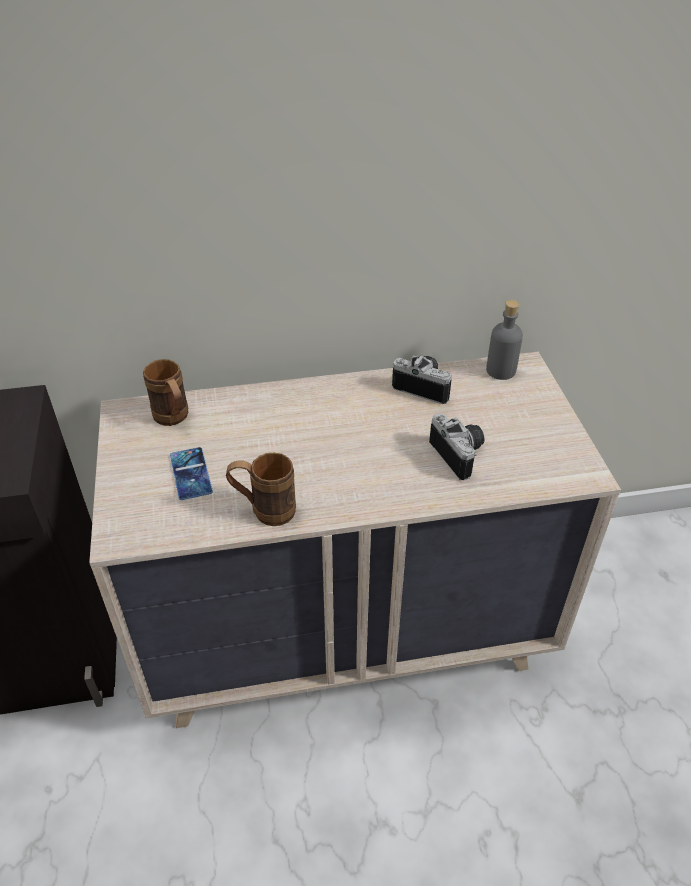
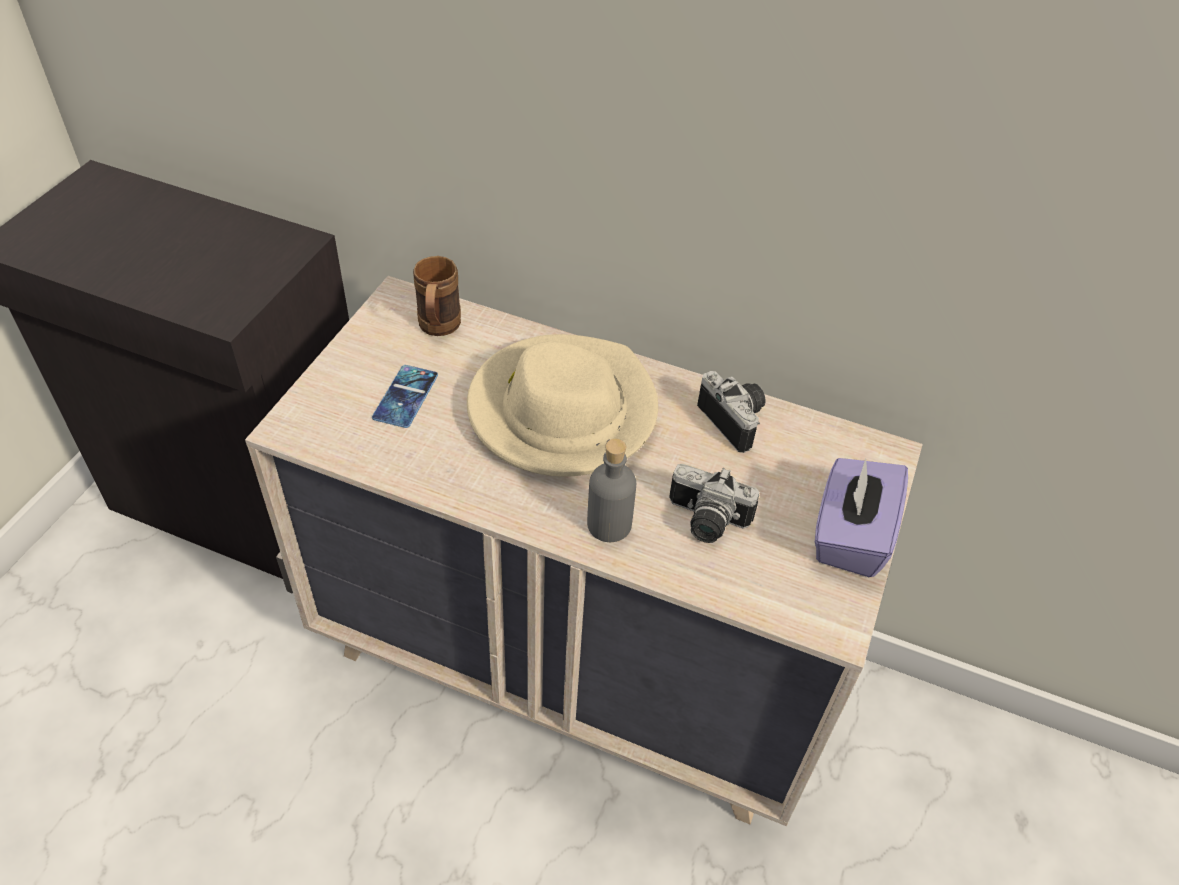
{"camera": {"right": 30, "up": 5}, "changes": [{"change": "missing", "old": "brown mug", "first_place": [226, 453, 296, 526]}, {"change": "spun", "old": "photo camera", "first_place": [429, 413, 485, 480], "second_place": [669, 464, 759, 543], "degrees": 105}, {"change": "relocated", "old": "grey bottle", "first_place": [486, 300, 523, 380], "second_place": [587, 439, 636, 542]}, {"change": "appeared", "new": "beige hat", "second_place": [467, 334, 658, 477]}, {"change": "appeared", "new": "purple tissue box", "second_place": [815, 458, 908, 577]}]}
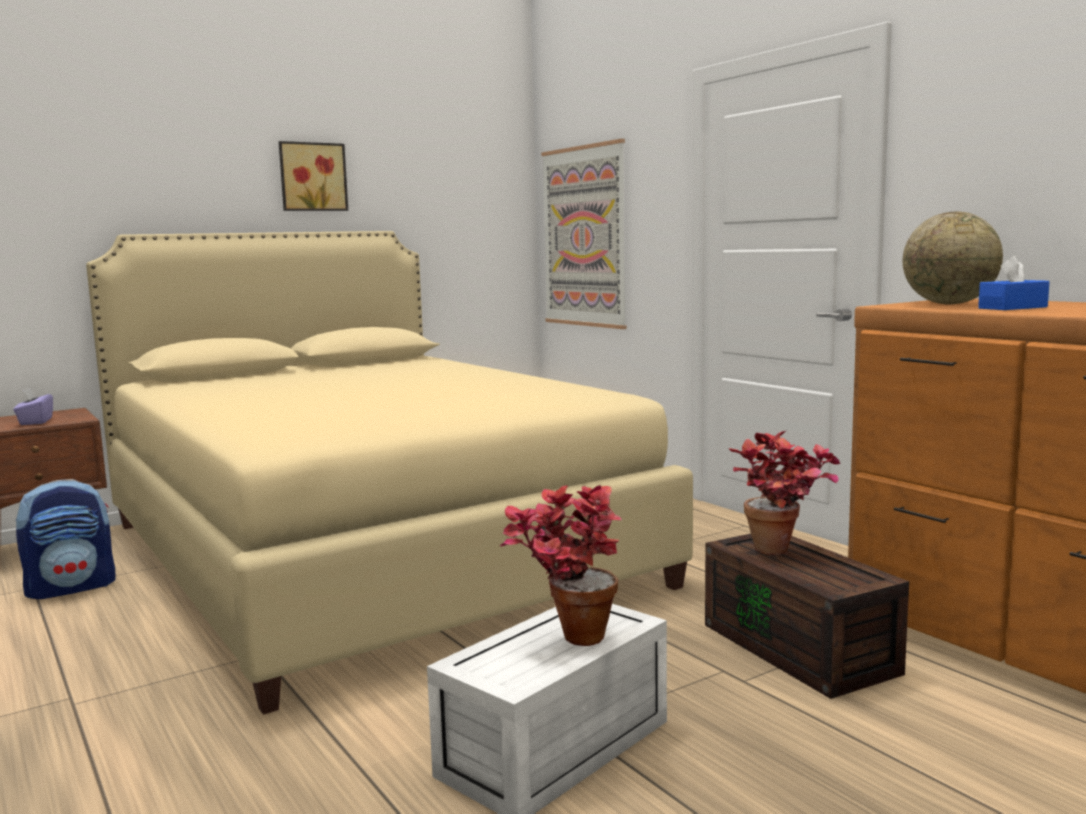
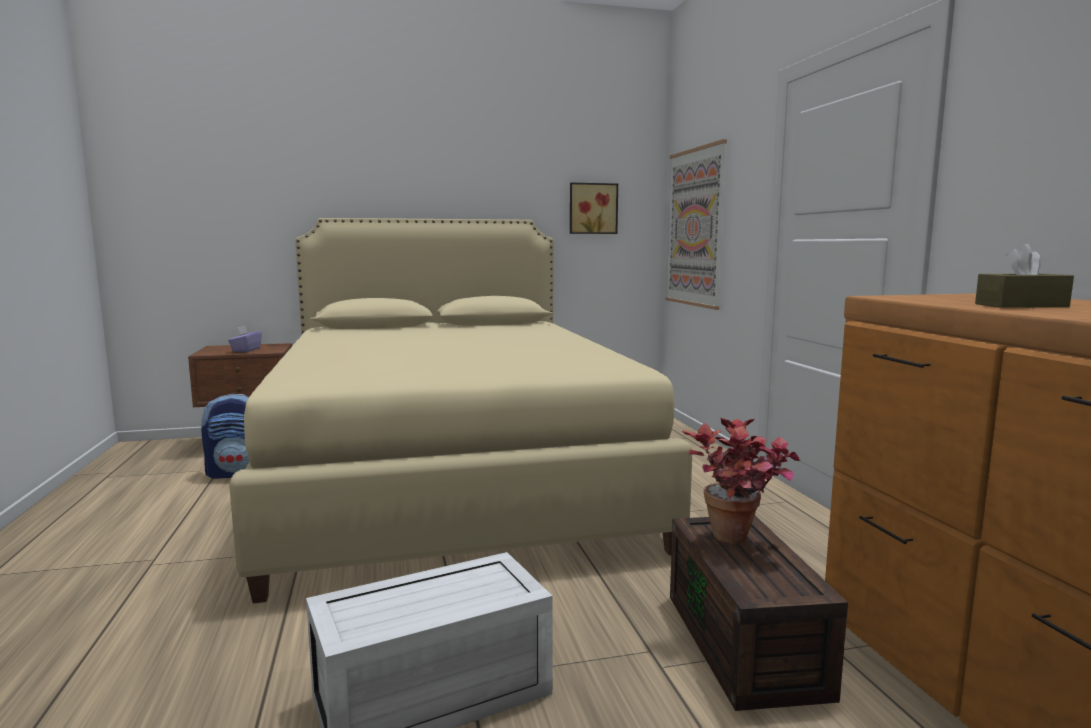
{"camera": {"right": 20, "up": 0}, "changes": [{"change": "relocated", "old": "picture", "first_place": [279, 141, 348, 211], "second_place": [570, 183, 618, 234]}, {"change": "missing", "old": "potted plant", "first_place": [500, 485, 621, 646]}, {"change": "missing", "old": "globe", "first_place": [903, 211, 1003, 304]}, {"change": "colour", "old": "blue tissue box", "new": "brown tissue box", "first_place": [978, 256, 1050, 310], "second_place": [975, 244, 1074, 308]}]}
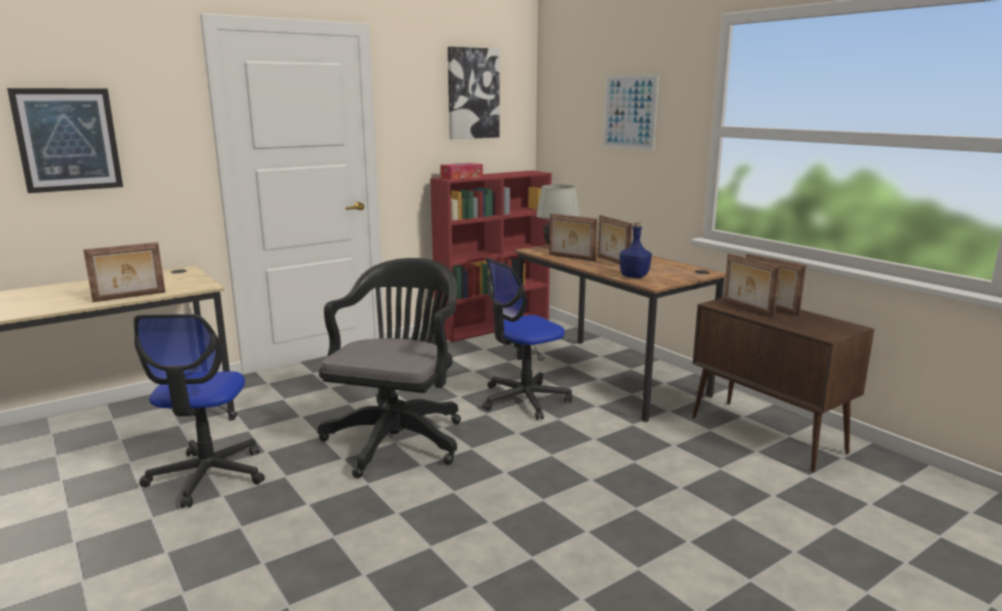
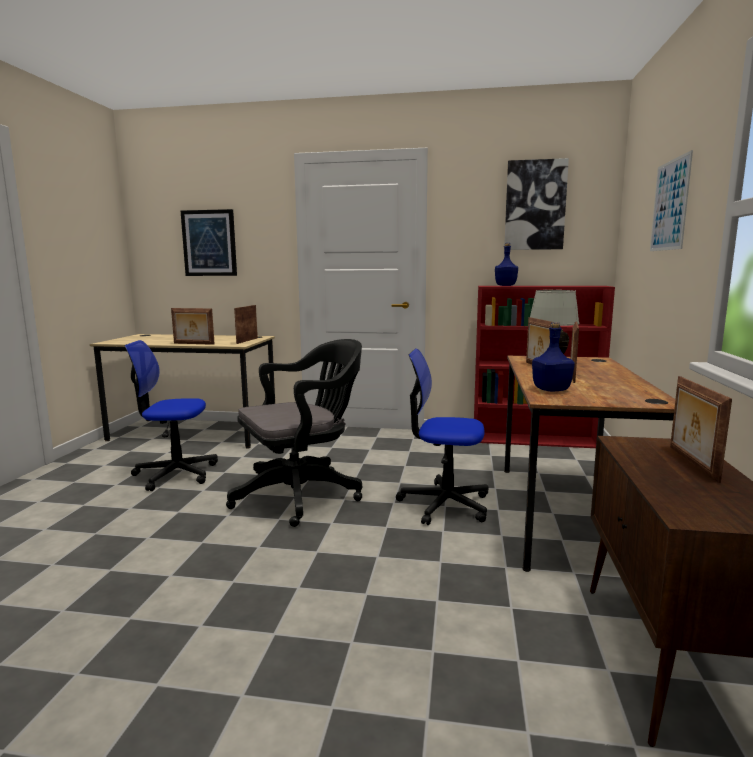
{"camera": {"right": 45, "up": -5}, "changes": [{"change": "spun", "old": "office chair", "first_place": [134, 314, 265, 508], "second_place": [125, 340, 218, 491], "degrees": 45}, {"change": "exchanged", "old": "tissue box", "new": "blue bottle", "first_place": [441, 163, 483, 180], "second_place": [495, 243, 518, 286]}, {"change": "relocated", "old": "picture frame", "first_place": [723, 253, 780, 317], "second_place": [234, 305, 258, 344]}]}
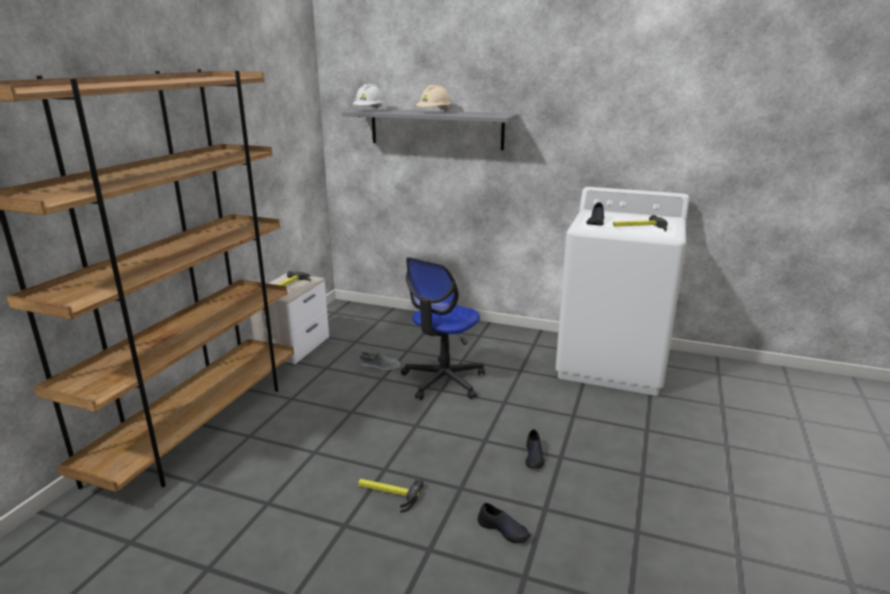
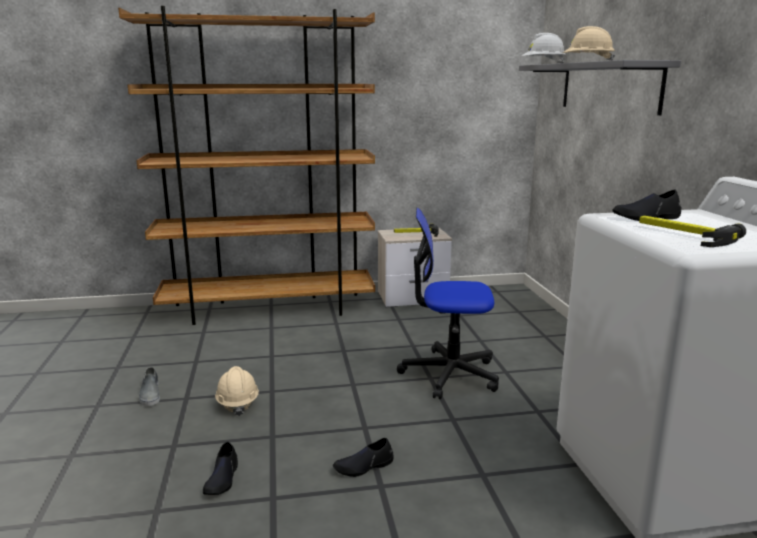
{"camera": {"right": 60, "up": -5}, "changes": [{"change": "exchanged", "old": "hammer", "new": "beige hard hat", "first_place": [358, 479, 424, 513], "second_place": [215, 366, 259, 416]}, {"change": "relocated", "old": "grey shoe", "first_place": [360, 352, 400, 370], "second_place": [139, 367, 160, 406]}]}
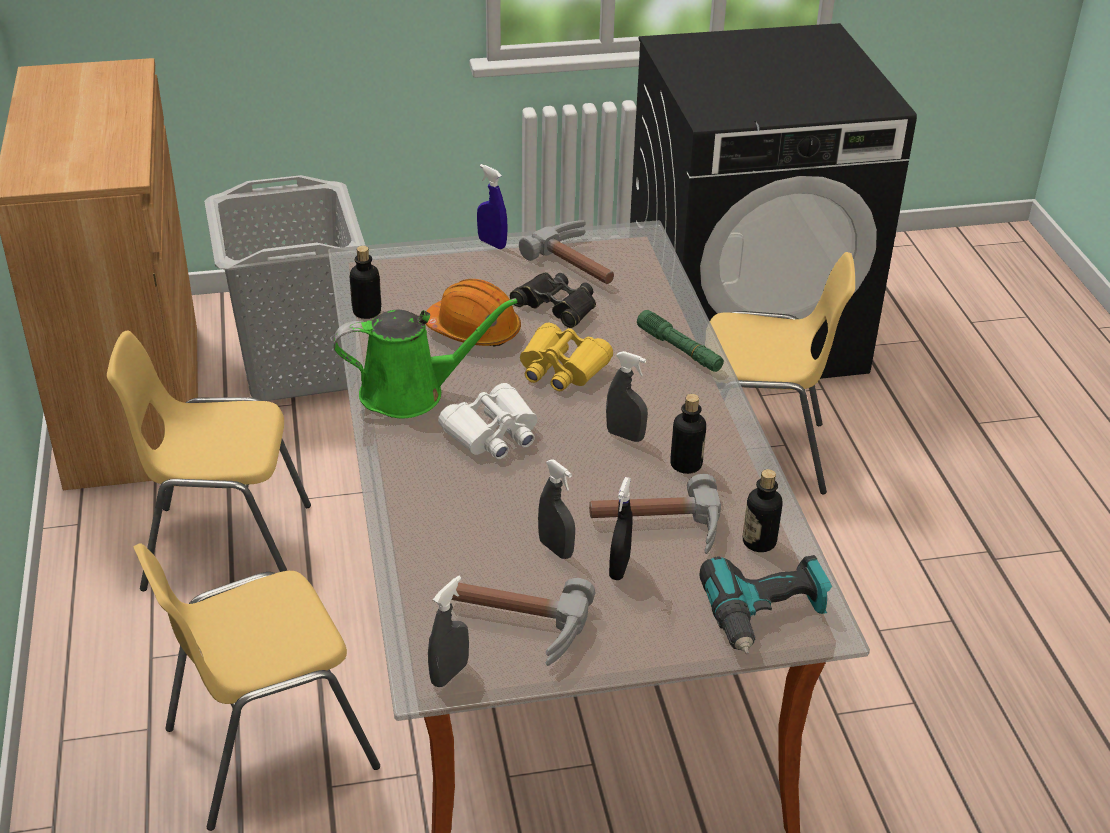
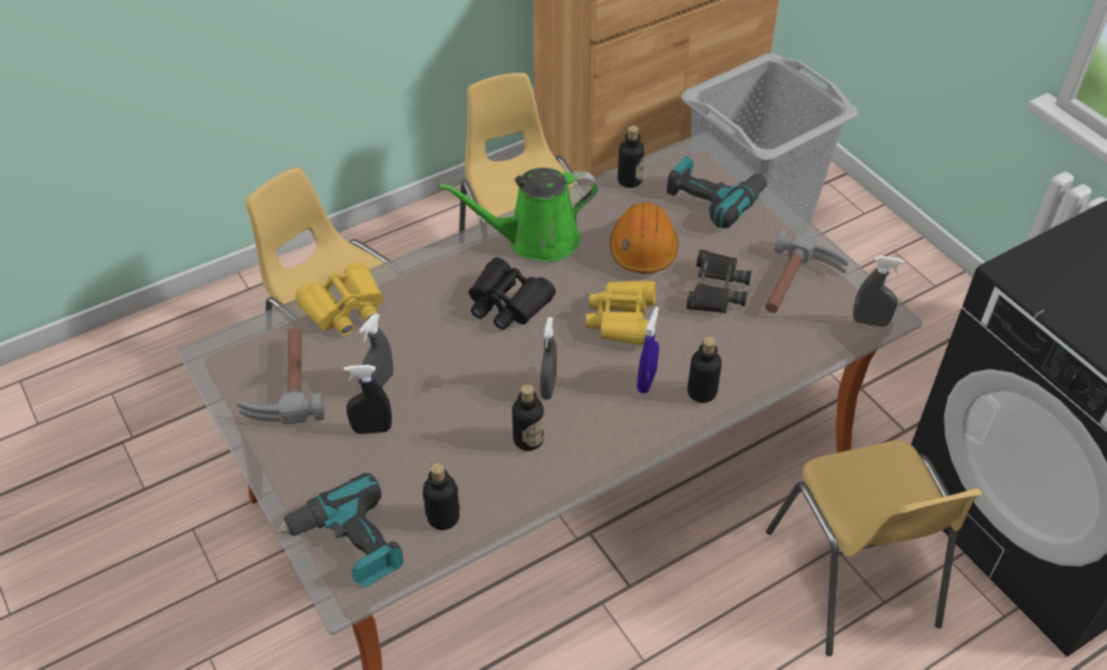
{"camera": {"right": 70, "up": 10}, "changes": [{"change": "spun", "old": "green watering can", "first_place": [334, 298, 518, 419], "second_place": [438, 168, 598, 262], "degrees": 105}, {"change": "relocated", "old": "grey spray bottle", "first_place": [428, 576, 469, 687], "second_place": [853, 256, 905, 327]}, {"change": "colour", "old": "white binoculars", "new": "black binoculars", "first_place": [438, 383, 538, 459], "second_place": [469, 257, 556, 330]}, {"change": "relocated", "old": "blue spray bottle", "first_place": [477, 164, 508, 249], "second_place": [637, 307, 659, 393]}, {"change": "missing", "old": "hammer", "first_place": [589, 474, 721, 554]}, {"change": "exchanged", "old": "green flashlight", "new": "bottle", "first_place": [637, 310, 724, 372], "second_place": [687, 337, 722, 403]}, {"change": "appeared", "new": "yellow binoculars", "second_place": [295, 262, 384, 335]}, {"change": "appeared", "new": "power drill", "second_place": [667, 156, 767, 229]}]}
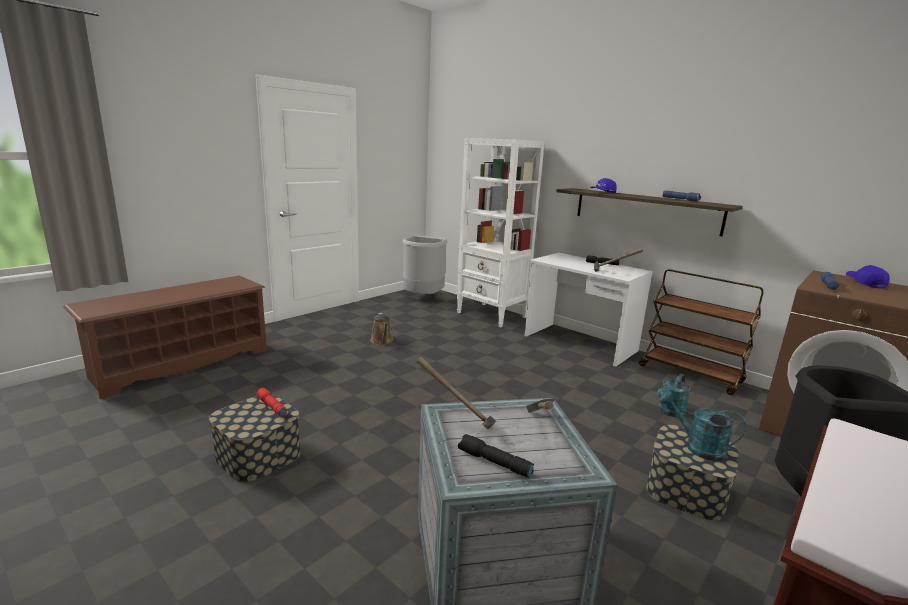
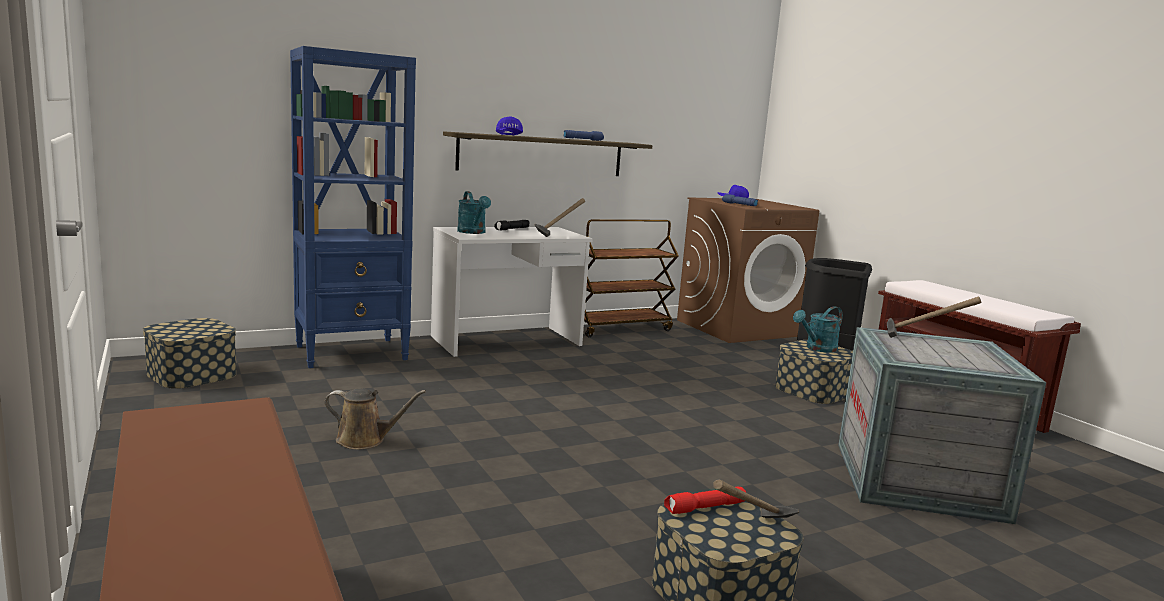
{"camera": {"right": -70, "up": -5}, "changes": [{"change": "exchanged", "old": "grey trash can", "new": "storage box", "first_place": [402, 235, 448, 294], "second_place": [143, 318, 237, 389]}, {"change": "relocated", "old": "hammer", "first_place": [416, 357, 496, 429], "second_place": [713, 479, 800, 518]}, {"change": "colour", "old": "white bookcase", "new": "blue bookcase", "first_place": [457, 138, 545, 327], "second_place": [290, 46, 416, 368]}, {"change": "missing", "old": "black flashlight", "first_place": [458, 434, 534, 478]}, {"change": "relocated", "old": "turquoise watering can", "first_place": [657, 374, 690, 417], "second_place": [457, 191, 491, 234]}]}
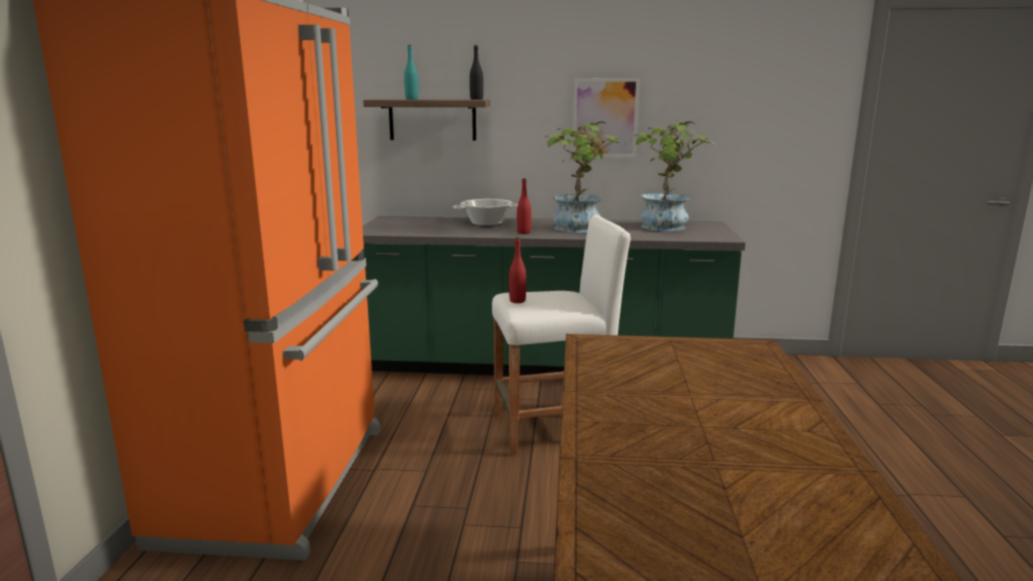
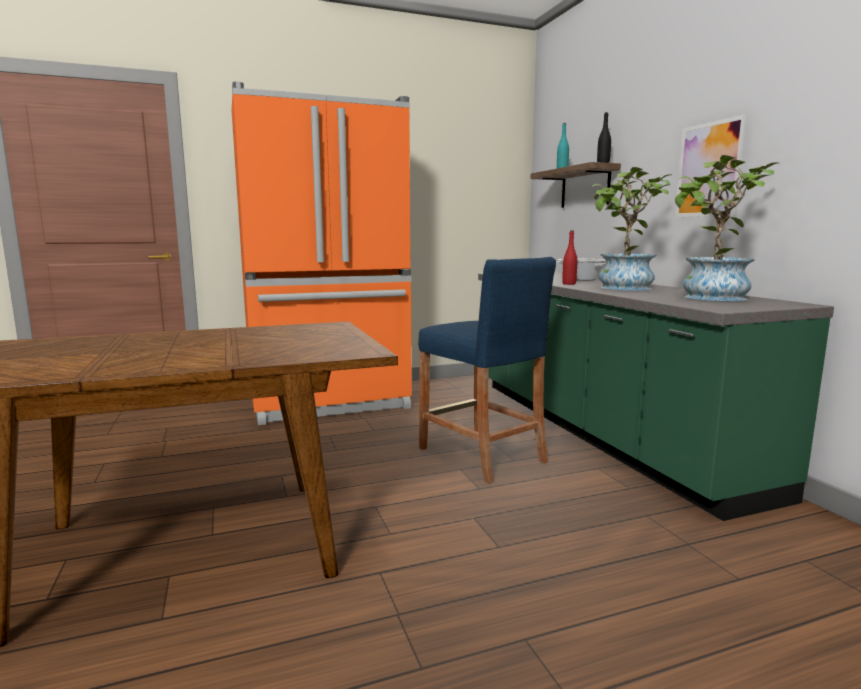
{"camera": {"right": 65, "up": -5}, "changes": [{"change": "colour", "old": "white stool", "new": "blue stool", "first_place": [492, 214, 630, 456], "second_place": [418, 257, 556, 483]}, {"change": "missing", "old": "red bottle", "first_place": [509, 238, 526, 303]}]}
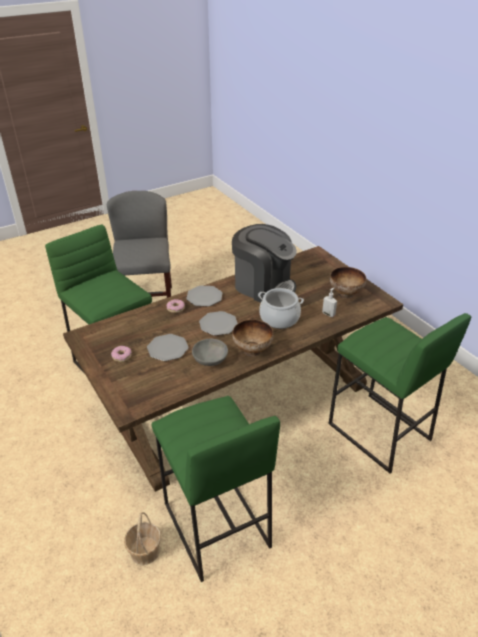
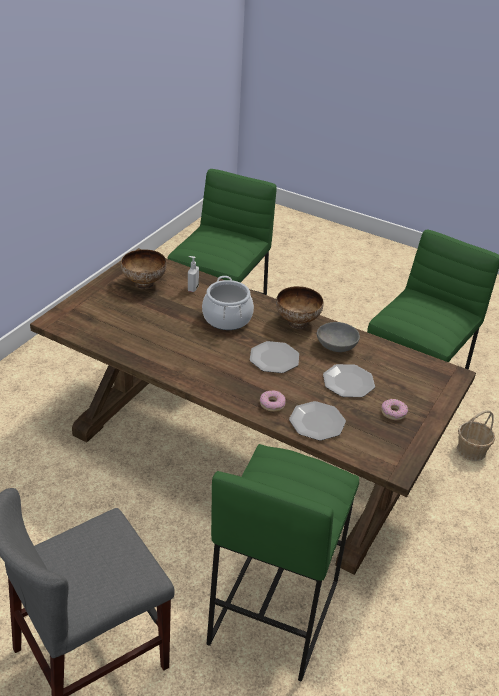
{"camera": {"right": -120, "up": 0}, "changes": [{"change": "relocated", "old": "plate", "first_place": [186, 285, 222, 306], "second_place": [289, 401, 346, 441]}, {"change": "missing", "old": "coffee machine", "first_place": [232, 224, 297, 303]}]}
